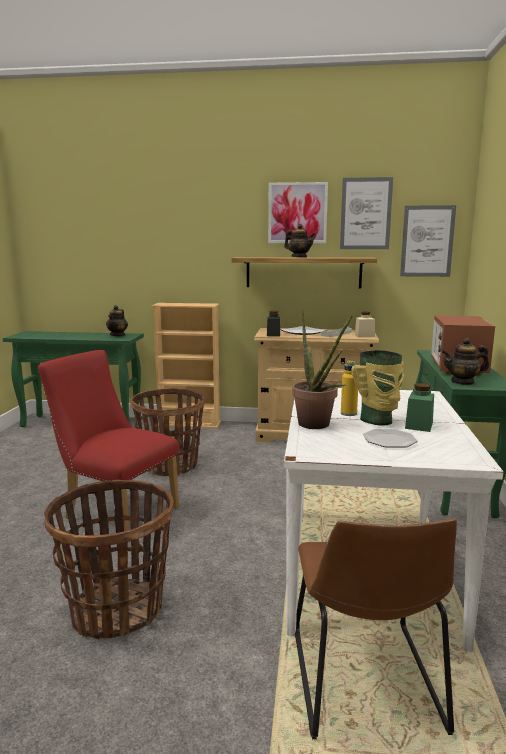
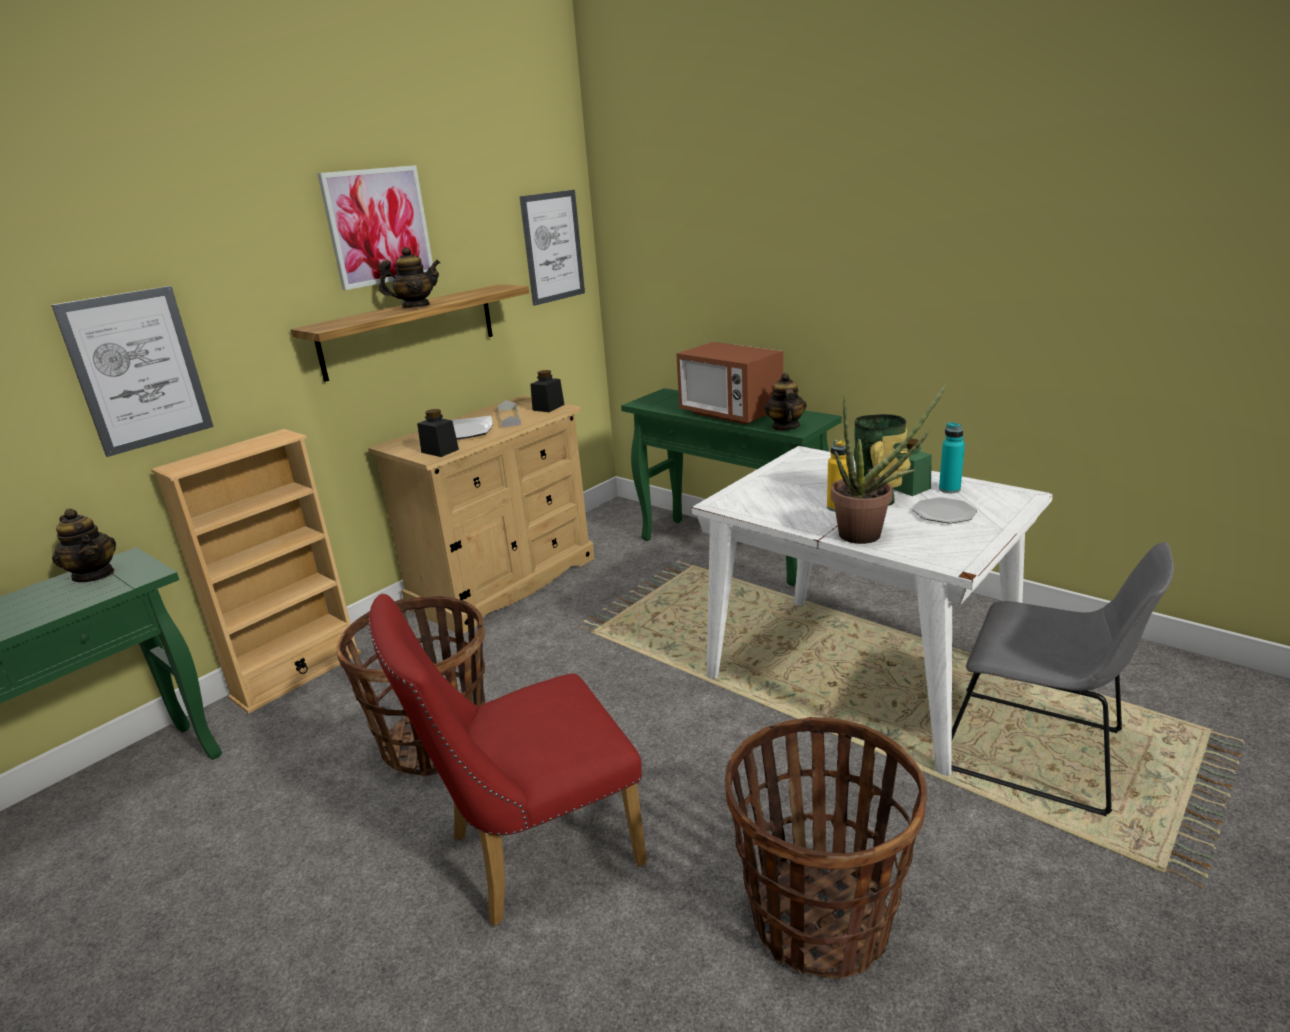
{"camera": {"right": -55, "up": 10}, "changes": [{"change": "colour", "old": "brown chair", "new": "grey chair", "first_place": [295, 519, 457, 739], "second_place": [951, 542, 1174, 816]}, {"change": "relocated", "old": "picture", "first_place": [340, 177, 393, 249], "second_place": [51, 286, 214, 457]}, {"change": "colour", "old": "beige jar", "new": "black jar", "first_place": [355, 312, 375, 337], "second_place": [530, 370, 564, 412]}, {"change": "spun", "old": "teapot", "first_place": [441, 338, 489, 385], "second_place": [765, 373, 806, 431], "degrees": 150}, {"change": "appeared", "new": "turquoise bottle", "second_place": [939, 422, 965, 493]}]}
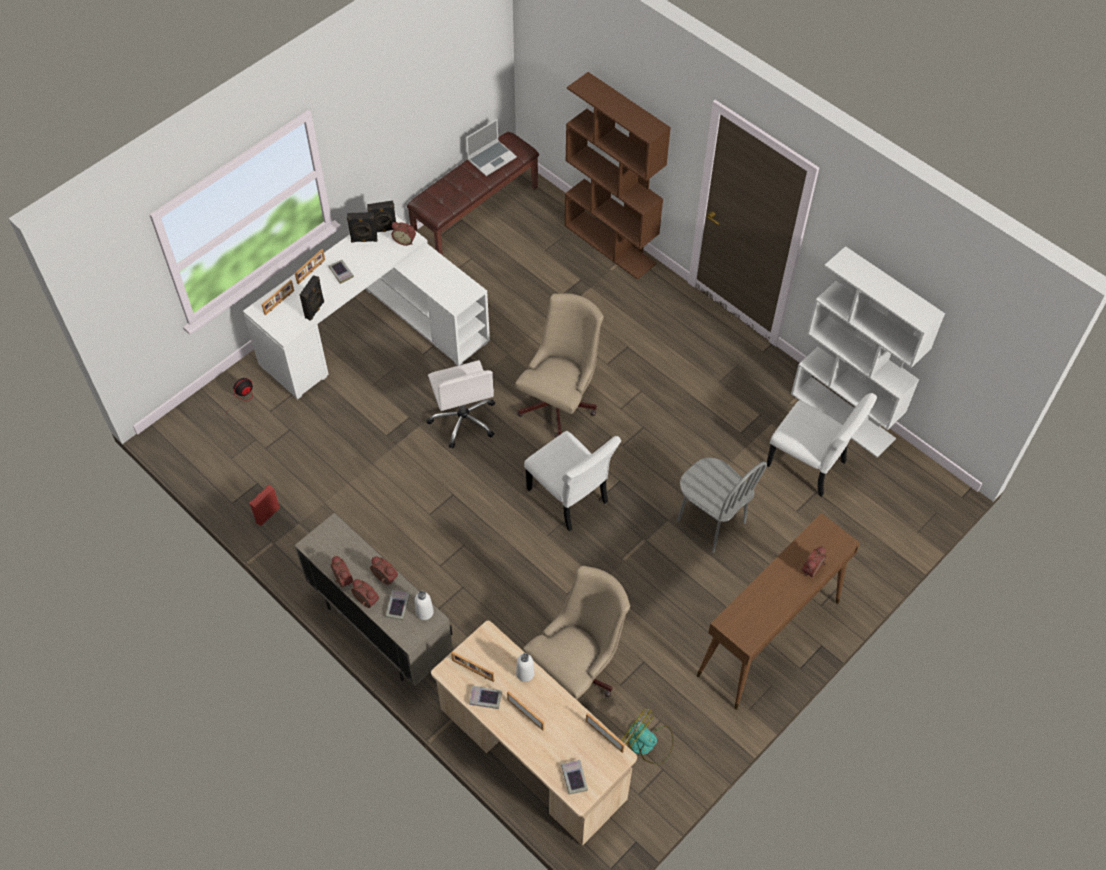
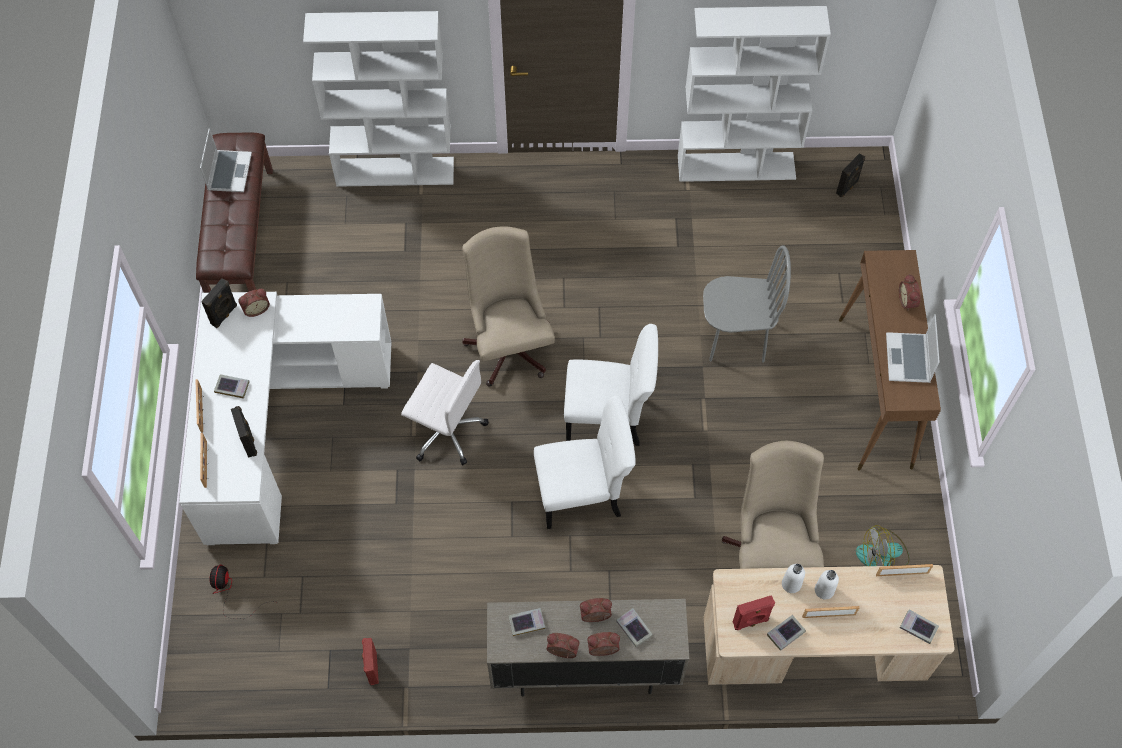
{"camera": {"right": -45, "up": 5}, "changes": [{"change": "relocated", "old": "black speaker", "first_place": [347, 212, 378, 242], "second_place": [836, 153, 865, 197]}, {"change": "relocated", "old": "white bottle", "first_place": [415, 591, 434, 620], "second_place": [815, 570, 839, 599]}, {"change": "exchanged", "old": "picture frame", "new": "red speaker", "first_place": [451, 651, 494, 682], "second_place": [733, 595, 775, 630]}, {"change": "colour", "old": "brown bookcase", "new": "white bookcase", "first_place": [564, 72, 671, 280], "second_place": [303, 11, 454, 187]}, {"change": "relocated", "old": "white chair", "first_place": [767, 393, 877, 497], "second_place": [534, 396, 636, 529]}, {"change": "appeared", "new": "book", "second_place": [508, 608, 545, 636]}, {"change": "appeared", "new": "laptop", "second_place": [886, 314, 940, 383]}]}
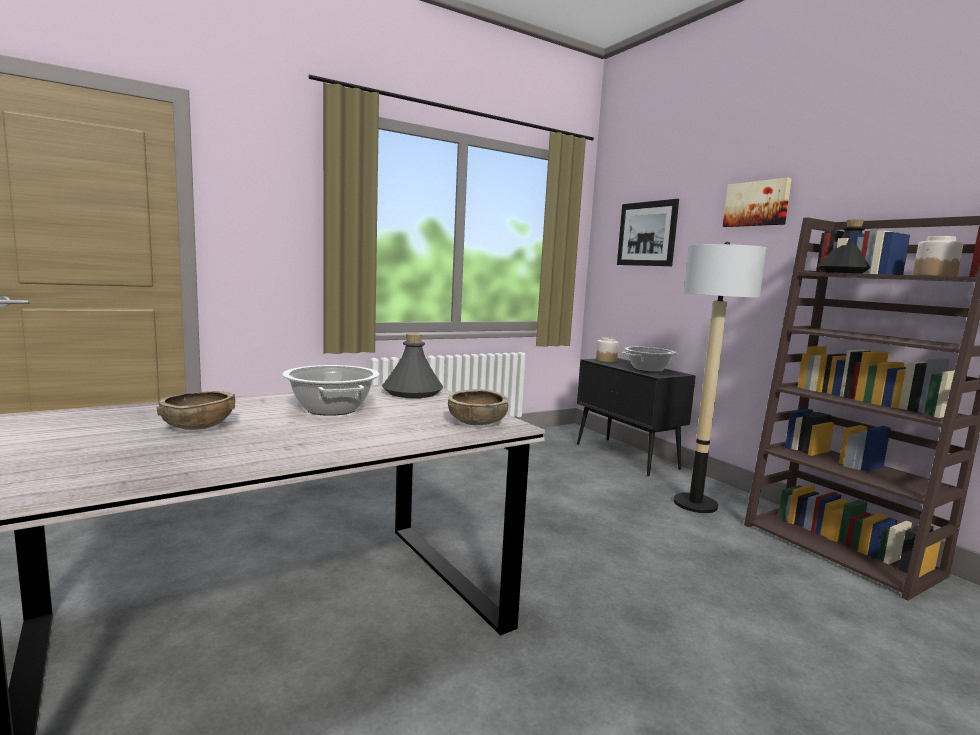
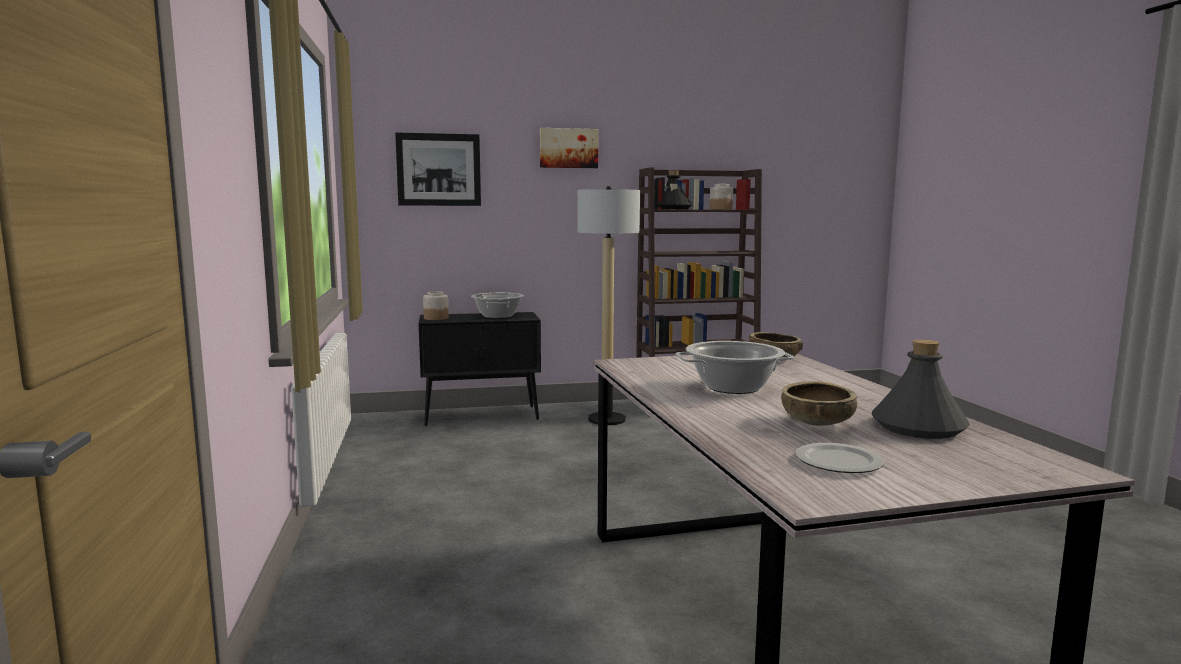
{"camera": {"right": -70, "up": 0}, "changes": [{"change": "relocated", "old": "grey bottle", "first_place": [382, 333, 443, 398], "second_place": [872, 340, 970, 439]}, {"change": "appeared", "new": "plate", "second_place": [795, 443, 884, 473]}]}
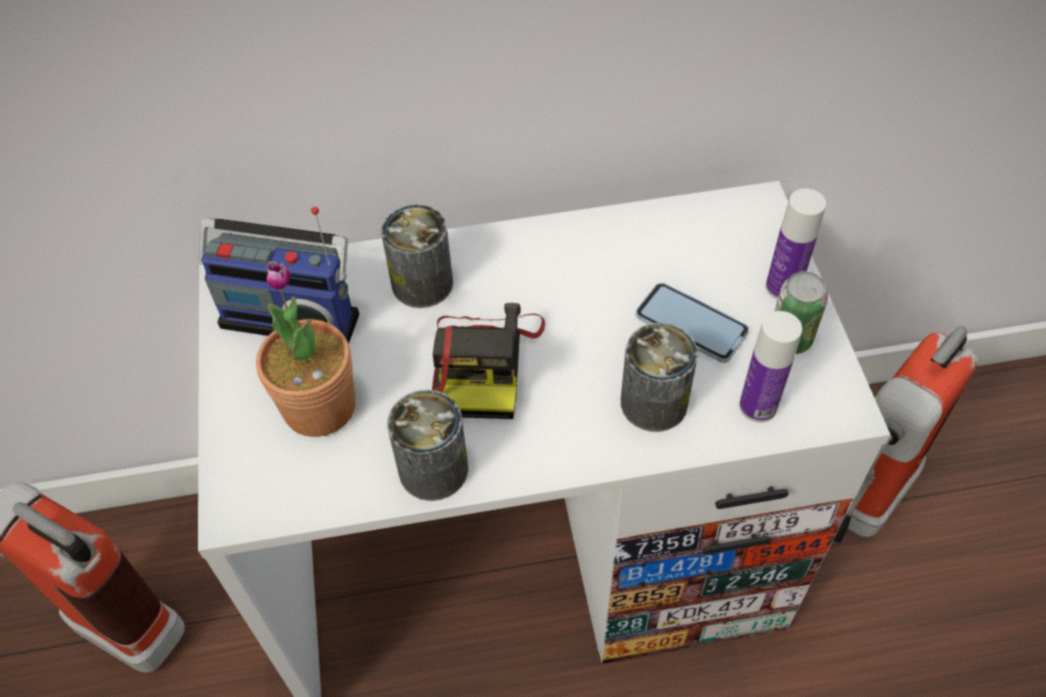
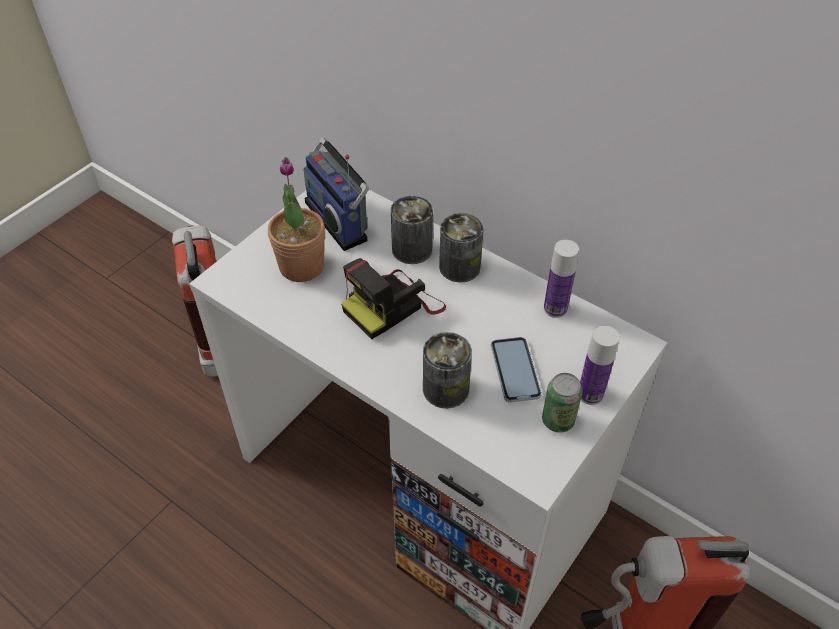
{"camera": {"right": 45, "up": -5}, "changes": [{"change": "relocated", "old": "can", "first_place": [387, 390, 468, 501], "second_place": [439, 213, 484, 282]}, {"change": "relocated", "old": "bottle", "first_place": [739, 311, 802, 423], "second_place": [544, 240, 579, 318]}]}
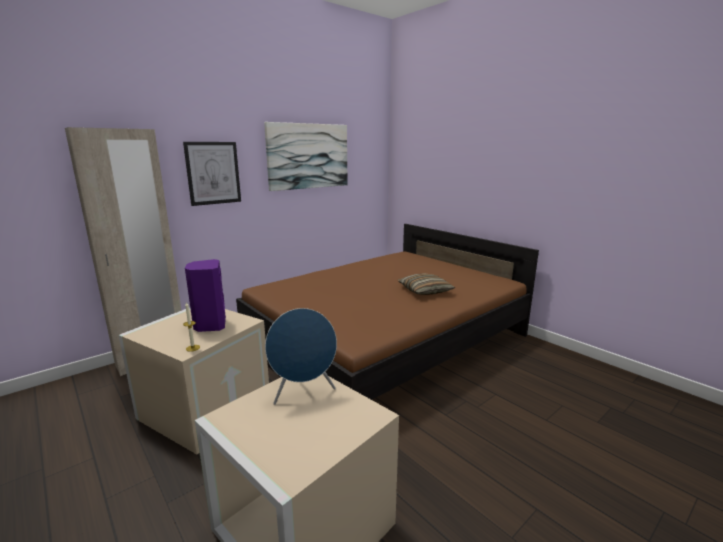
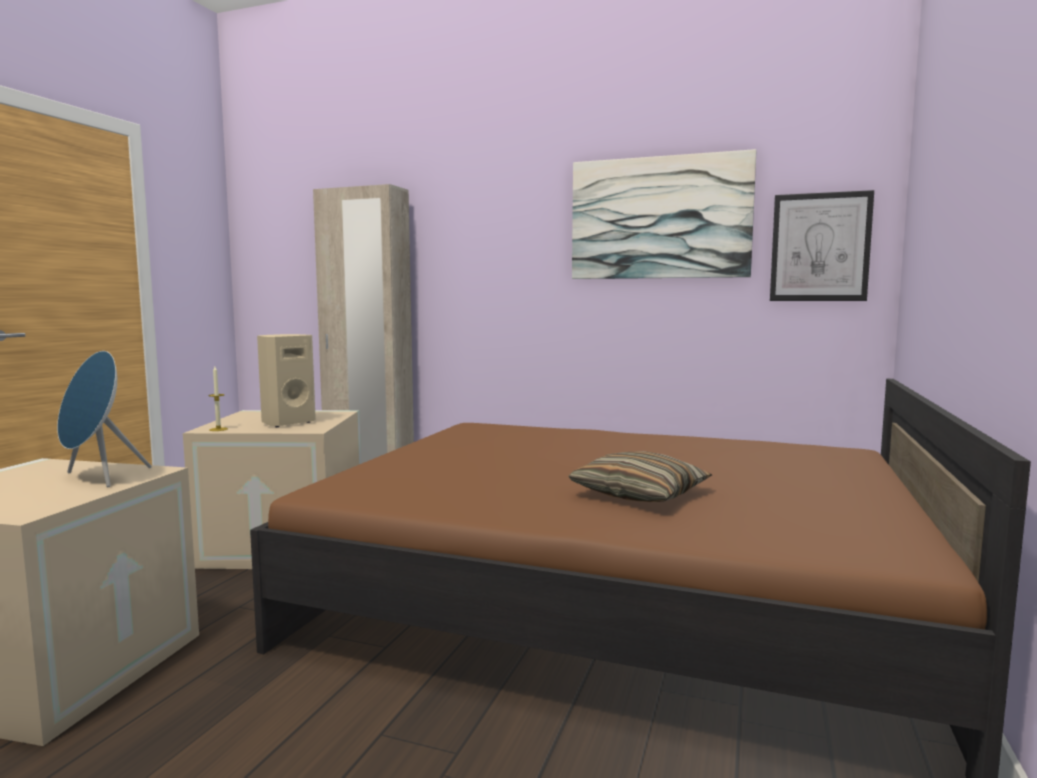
{"camera": {"right": 60, "up": -10}, "changes": [{"change": "relocated", "old": "picture", "first_place": [183, 142, 241, 206], "second_place": [770, 190, 874, 301]}, {"change": "colour", "old": "purple speaker", "new": "beige speaker", "first_place": [185, 259, 226, 332], "second_place": [257, 334, 316, 427]}]}
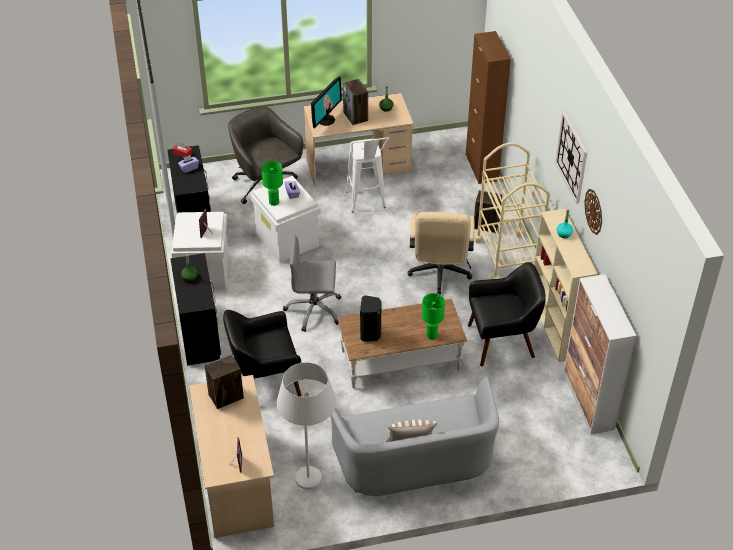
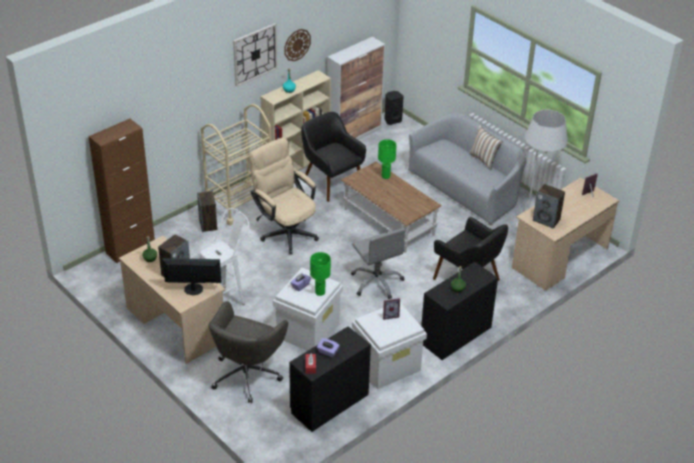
{"camera": {"right": -120, "up": -5}, "changes": [{"change": "relocated", "old": "black speaker", "first_place": [360, 295, 382, 342], "second_place": [384, 91, 403, 125]}, {"change": "spun", "old": "beige office chair", "first_place": [407, 212, 475, 294], "second_place": [249, 138, 319, 254], "degrees": -105}]}
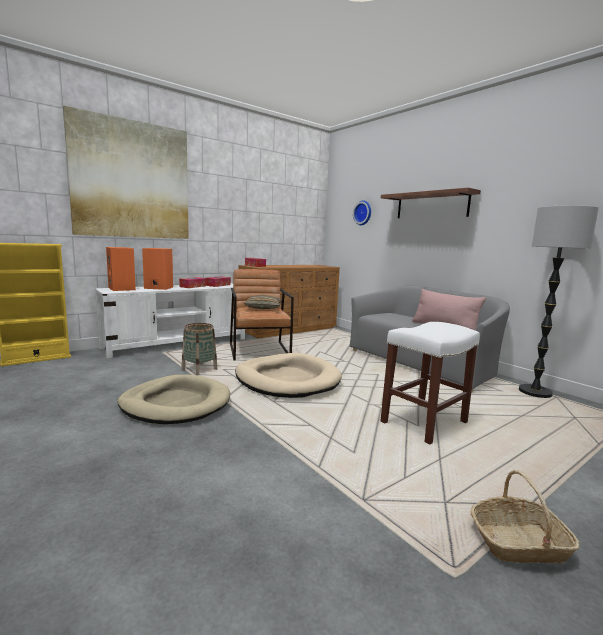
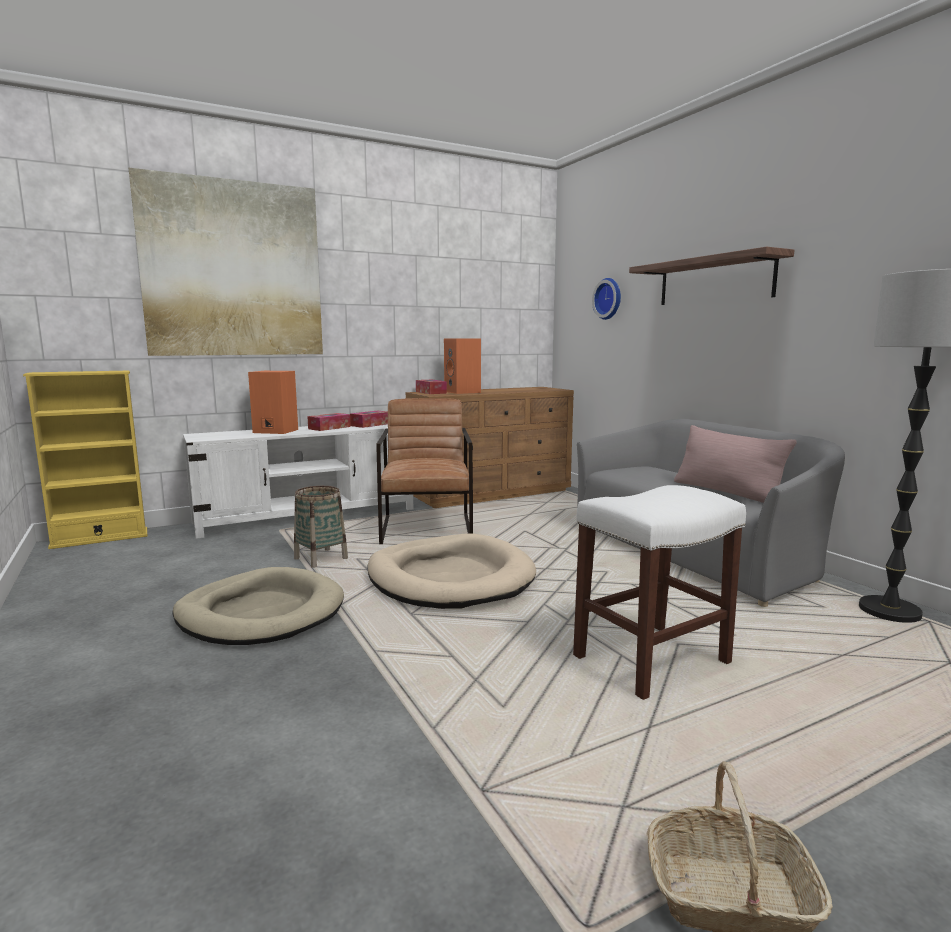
{"camera": {"right": 10, "up": 0}, "changes": [{"change": "relocated", "old": "orange speaker", "first_place": [106, 247, 136, 291], "second_place": [444, 338, 481, 394]}, {"change": "missing", "old": "pillow", "first_place": [244, 295, 282, 310]}]}
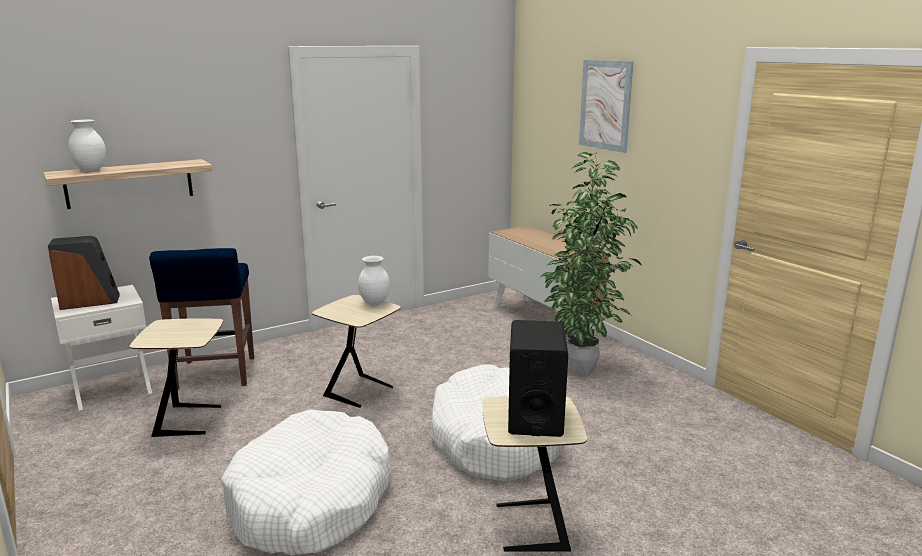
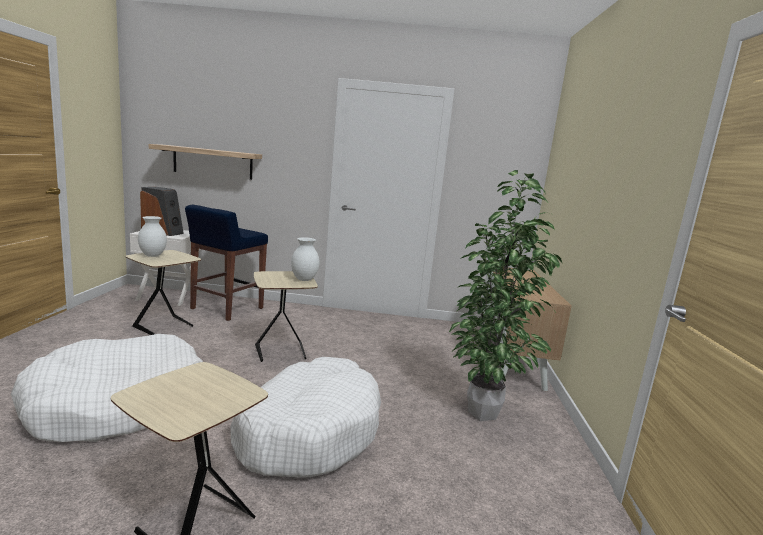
{"camera": {"right": 35, "up": -5}, "changes": [{"change": "relocated", "old": "white vase", "first_place": [68, 120, 106, 171], "second_place": [138, 216, 167, 257]}, {"change": "missing", "old": "black speaker", "first_place": [508, 320, 568, 437]}, {"change": "missing", "old": "picture", "first_place": [579, 60, 634, 153]}]}
